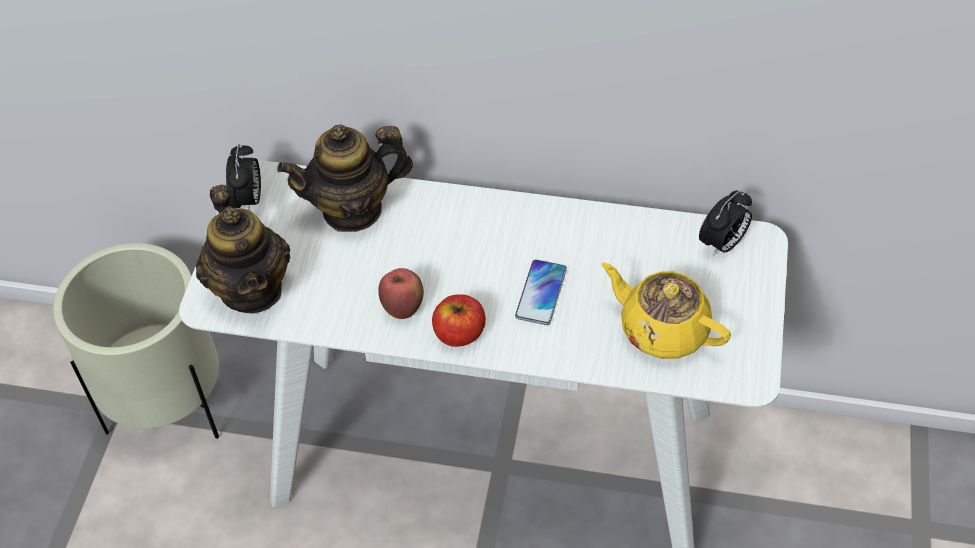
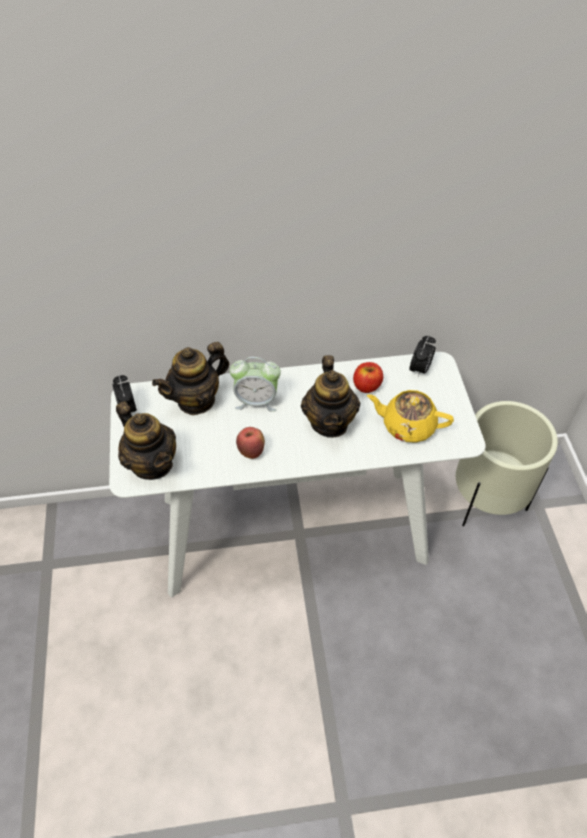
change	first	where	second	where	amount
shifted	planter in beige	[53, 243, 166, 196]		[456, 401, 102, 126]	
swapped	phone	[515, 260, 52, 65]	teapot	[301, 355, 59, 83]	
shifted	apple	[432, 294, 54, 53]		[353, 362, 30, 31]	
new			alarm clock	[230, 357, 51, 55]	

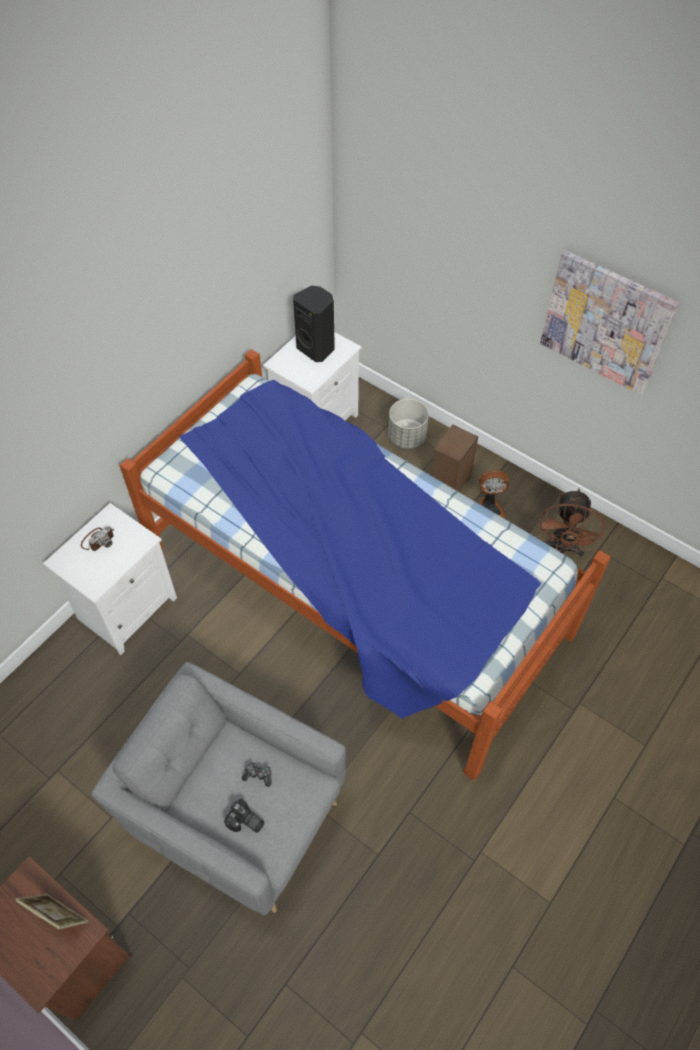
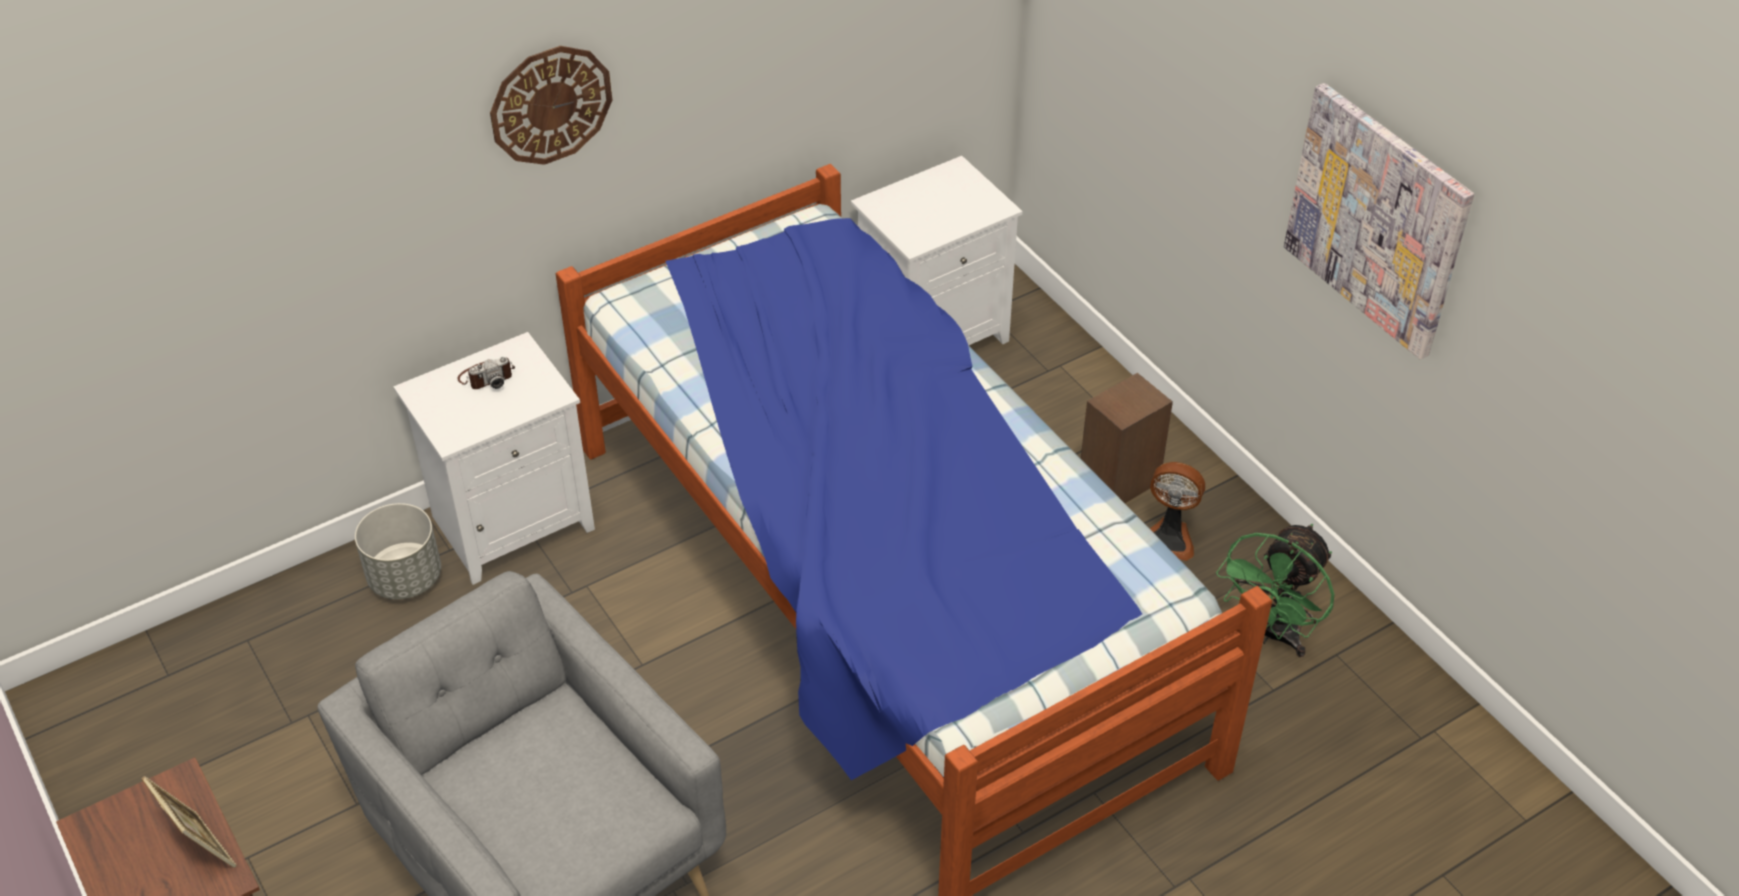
change	first	where	second	where	amount
gone	speaker in black	[293, 286, 42, 76]			
shifted	planter in grey	[388, 399, 41, 50]		[355, 503, 86, 96]	
repainted	fan in brown	[538, 489, 67, 68]	fan in green	[1216, 524, 119, 133]	
gone	game controller	[242, 762, 29, 25]			
gone	photo camera	[224, 799, 41, 34]			
new			wall clock	[490, 46, 122, 119]	

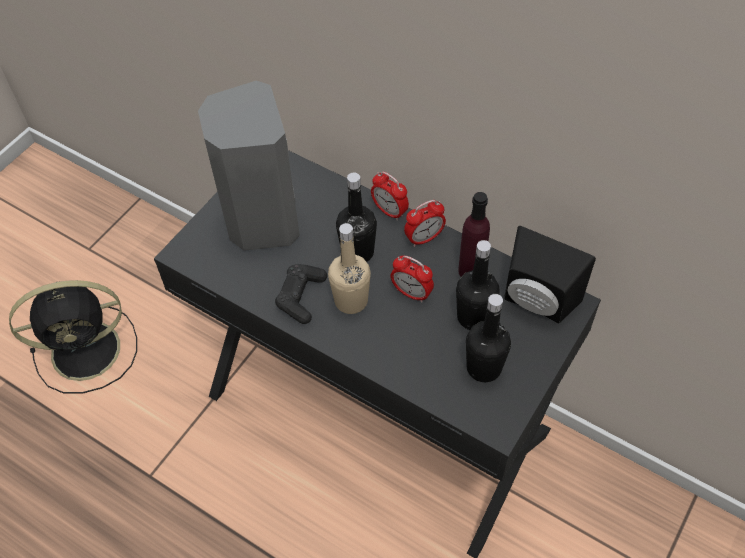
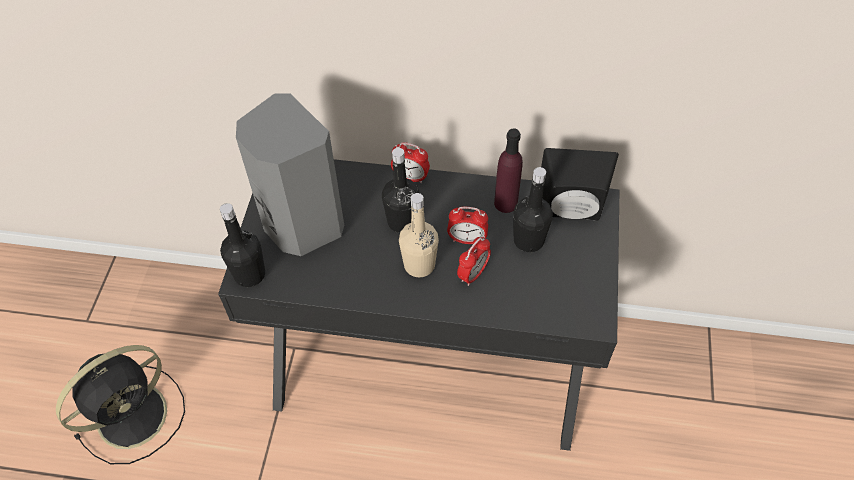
change	first	where	second	where	amount
shifted	alarm clock	[404, 200, 42, 47]		[457, 236, 34, 50]	
gone	game controller in black	[275, 264, 52, 60]			
shifted	bottle in black	[466, 294, 45, 88]		[220, 203, 45, 84]	

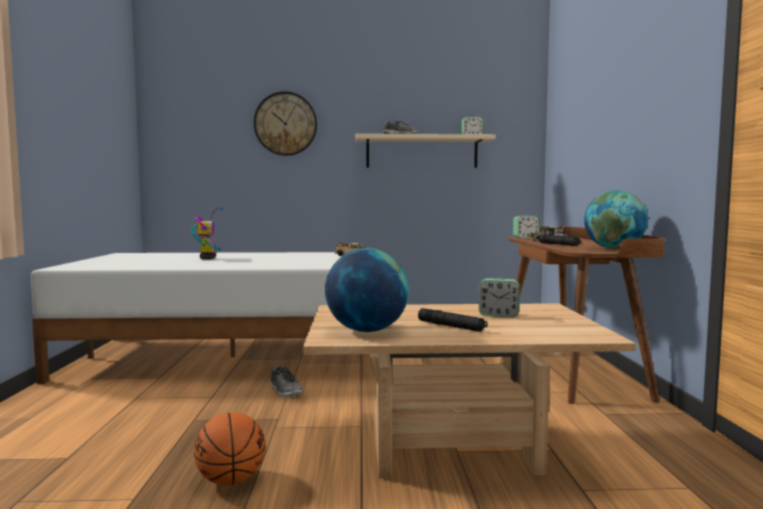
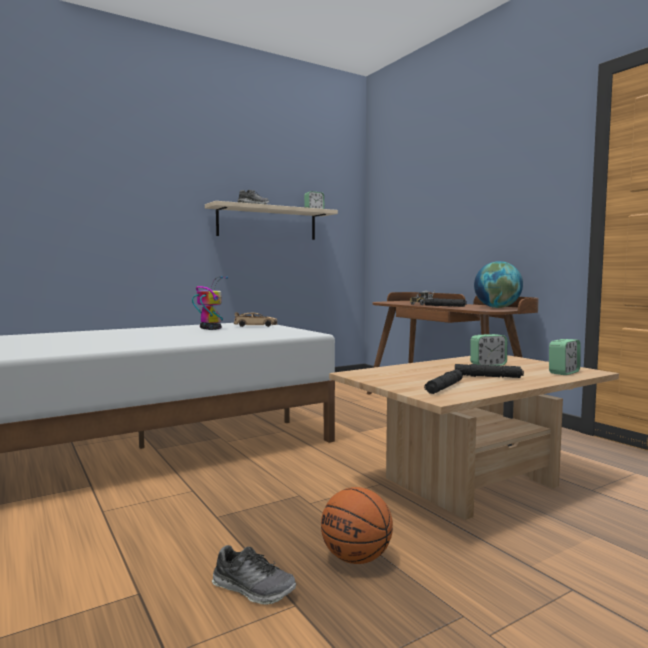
change	first	where	second	where	amount
gone	wall clock	[254, 91, 63, 65]			
shifted	toy robot	[191, 207, 33, 52]		[192, 276, 36, 54]	
shifted	alarm clock	[513, 215, 27, 23]		[549, 339, 32, 36]	
swapped	globe	[325, 248, 84, 84]	flashlight in black	[424, 369, 39, 25]	
shifted	shoe	[269, 366, 34, 32]		[212, 545, 85, 60]	

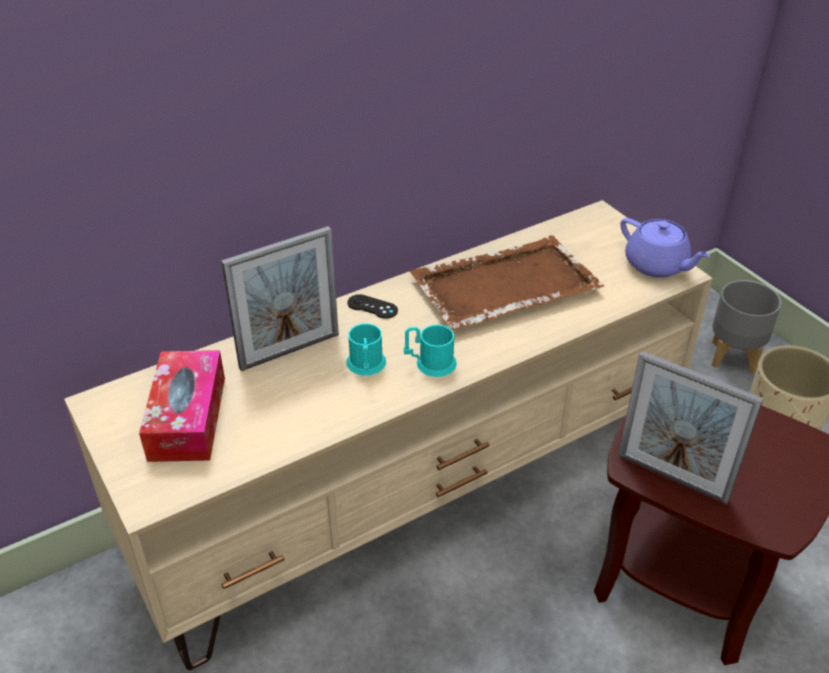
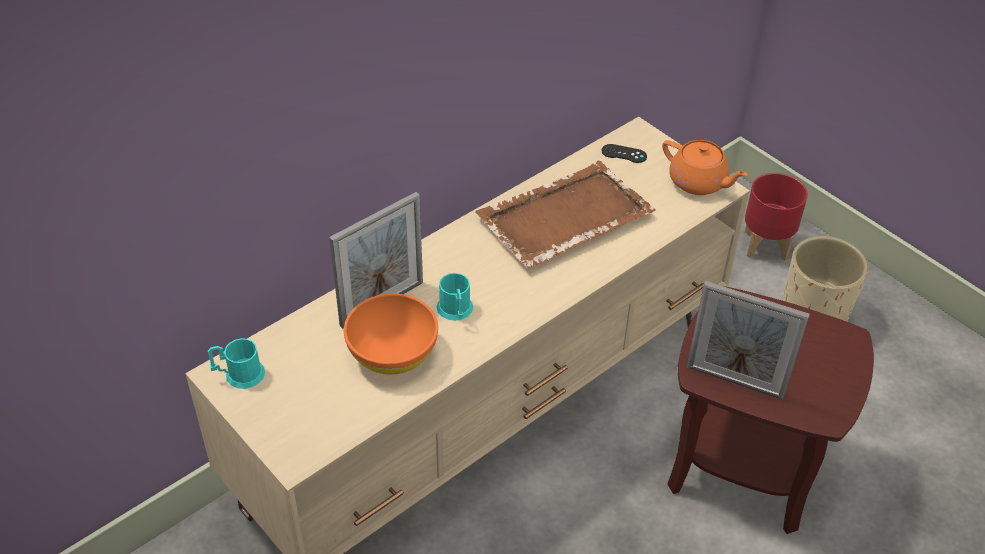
change	first	where	second	where	amount
repainted	teapot in purple	[620, 218, 90, 60]	teapot in orange	[662, 140, 86, 55]	
repainted	planter in grey	[712, 280, 69, 94]	planter in red	[745, 173, 63, 88]	
shifted	game controller in black	[347, 294, 51, 25]		[601, 144, 46, 19]	
shifted	mug in turquoise	[404, 325, 53, 52]		[208, 338, 57, 51]	
gone	tissue box	[139, 350, 86, 112]			
new			bowl in orange	[344, 293, 94, 81]	

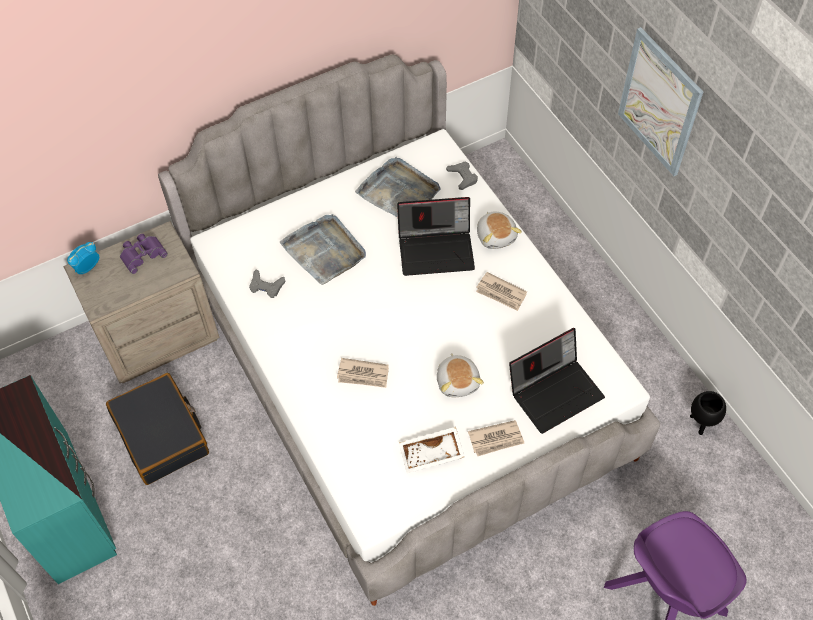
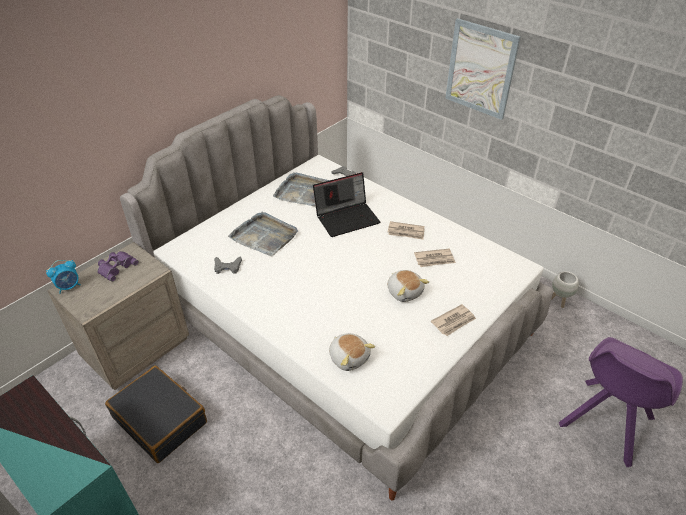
change	first	where	second	where	amount
shifted	plush toy	[477, 211, 45, 38]		[329, 333, 46, 38]	
rotated	alarm clock	[67, 242, 32, 32]		[46, 260, 34, 34]	150 degrees counterclockwise
gone	laptop	[509, 328, 96, 106]			
shifted	newspaper	[337, 358, 52, 30]		[414, 249, 42, 18]	
repainted	planter in black	[690, 391, 36, 44]	planter in white	[551, 271, 28, 37]	
gone	tray in white	[399, 427, 65, 46]			

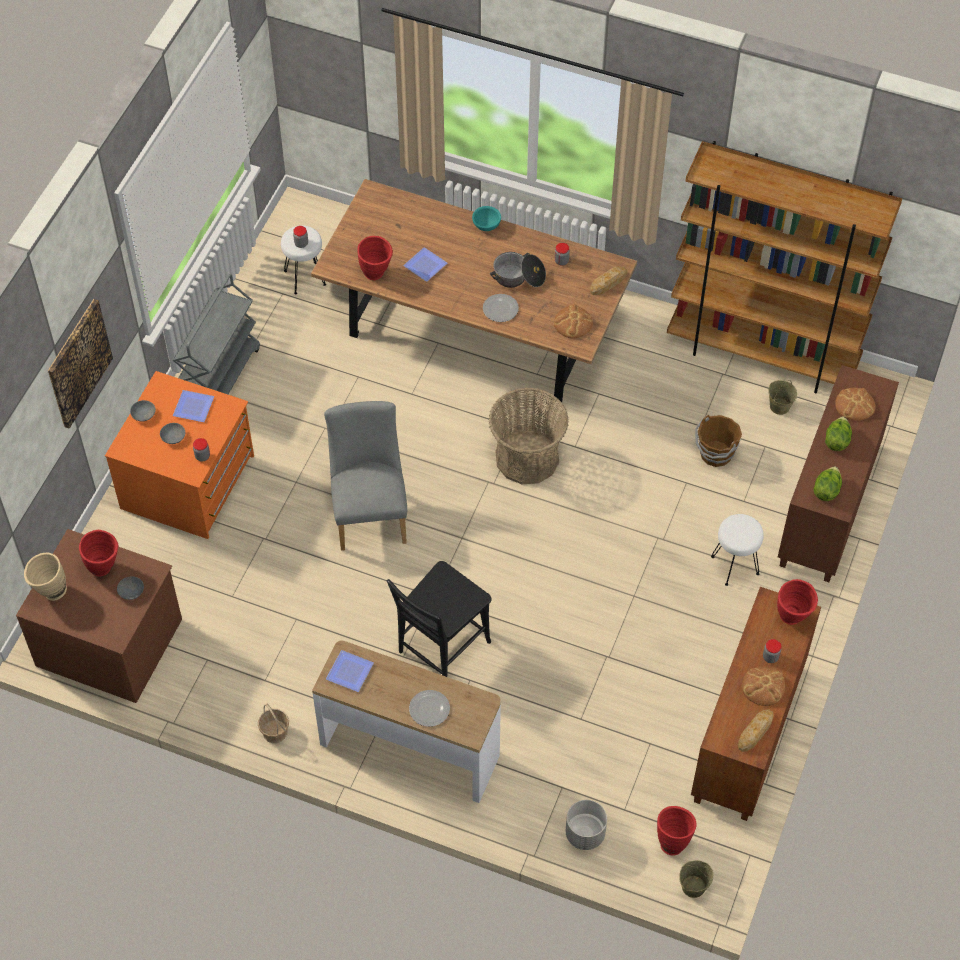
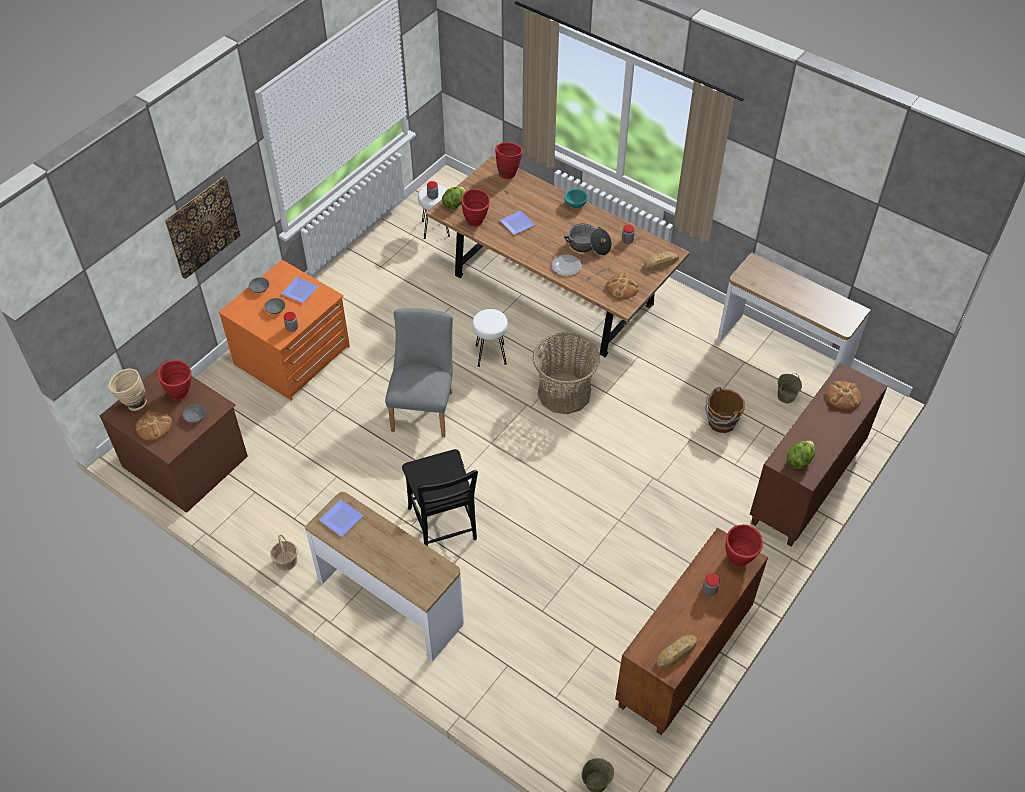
change	first	where	second	where	amount
swapped	bookcase in brown	[667, 141, 235, 252]	console table	[718, 252, 153, 120]	
gone	cart in grey	[173, 274, 87, 120]			
shifted	lettuce	[825, 416, 27, 35]		[442, 187, 23, 22]	
shifted	stool in white	[711, 514, 53, 72]		[472, 309, 36, 58]	
rotated	chair in black	[387, 561, 104, 116]		[402, 449, 76, 97]	75 degrees counterclockwise
shifted	bread	[742, 667, 43, 39]		[136, 411, 36, 30]	
gone	plate	[409, 690, 41, 37]			
gone	planter in grey	[566, 800, 41, 50]			
shifted	vase in red	[657, 806, 40, 50]		[495, 142, 28, 37]	

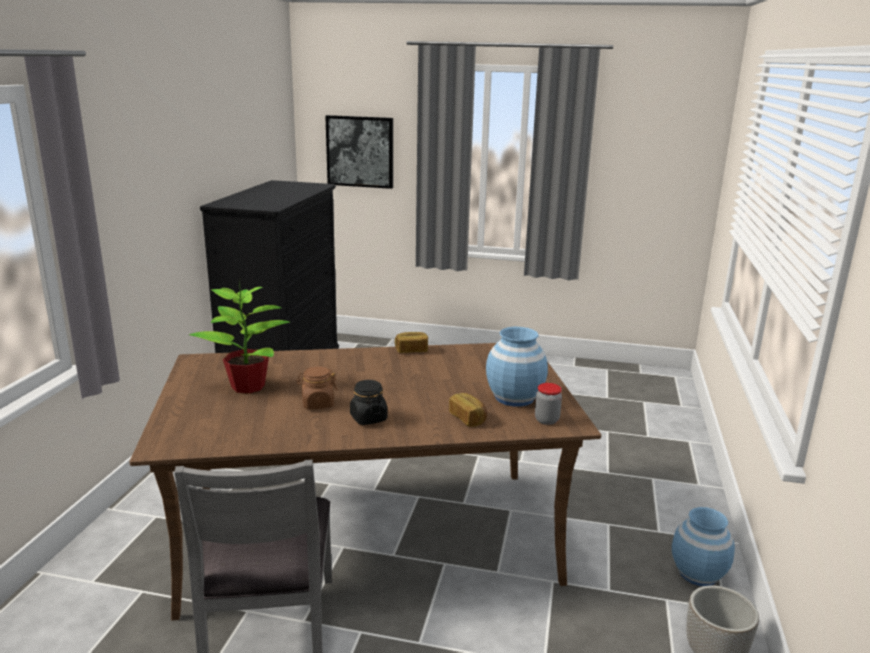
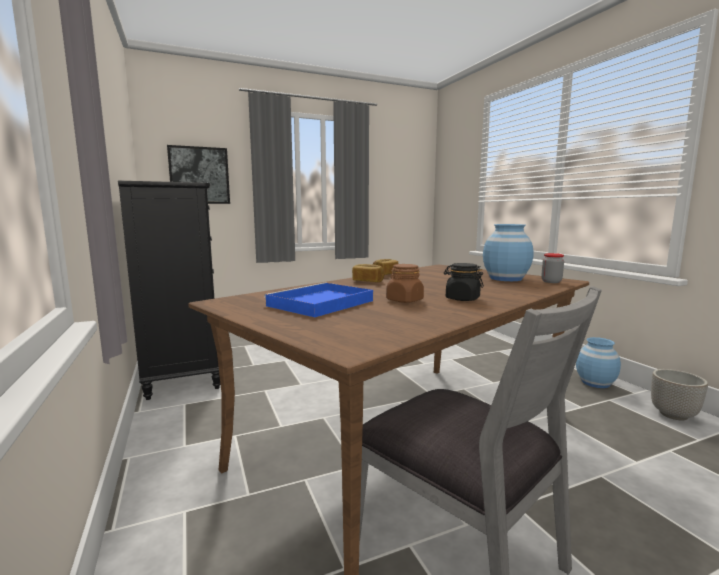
change	first	where	second	where	amount
swapped	potted plant	[189, 280, 101, 114]	tray in blue	[264, 282, 109, 35]	
shifted	bread	[449, 393, 38, 34]		[352, 264, 32, 18]	

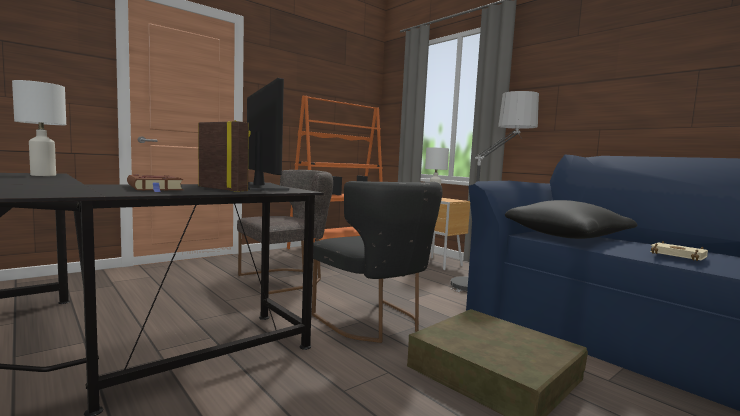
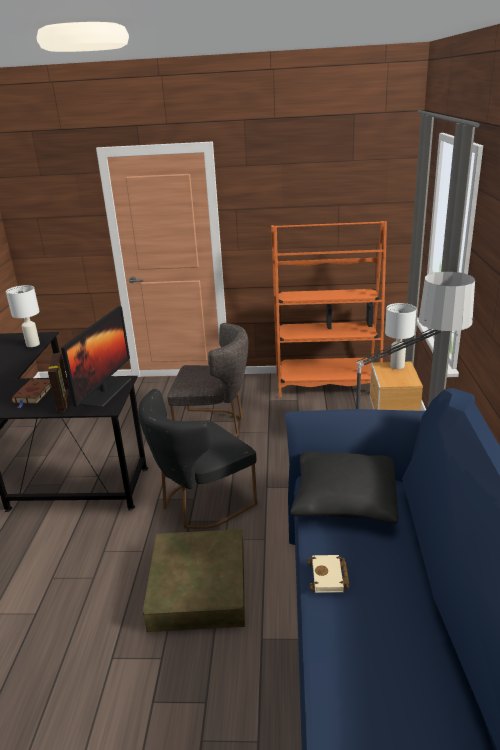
change	first	where	second	where	amount
rotated	chair in black	[312, 181, 131, 162]		[139, 389, 118, 140]	45 degrees clockwise

